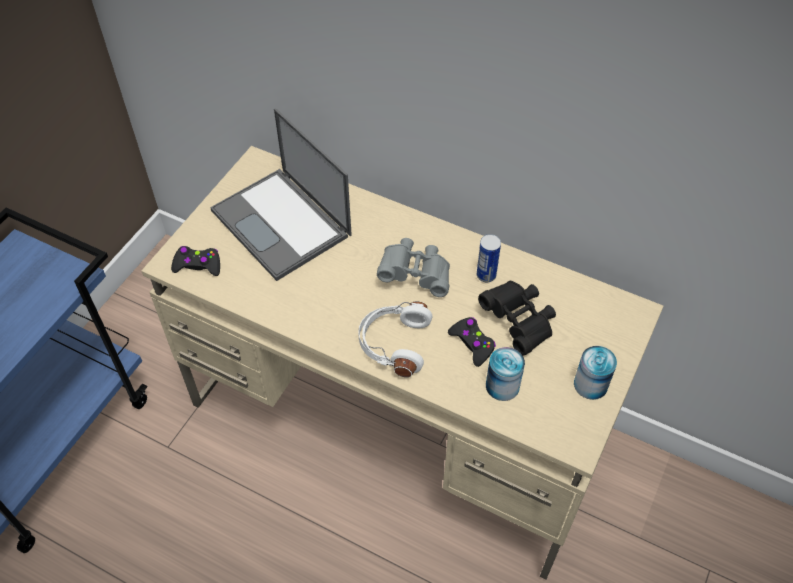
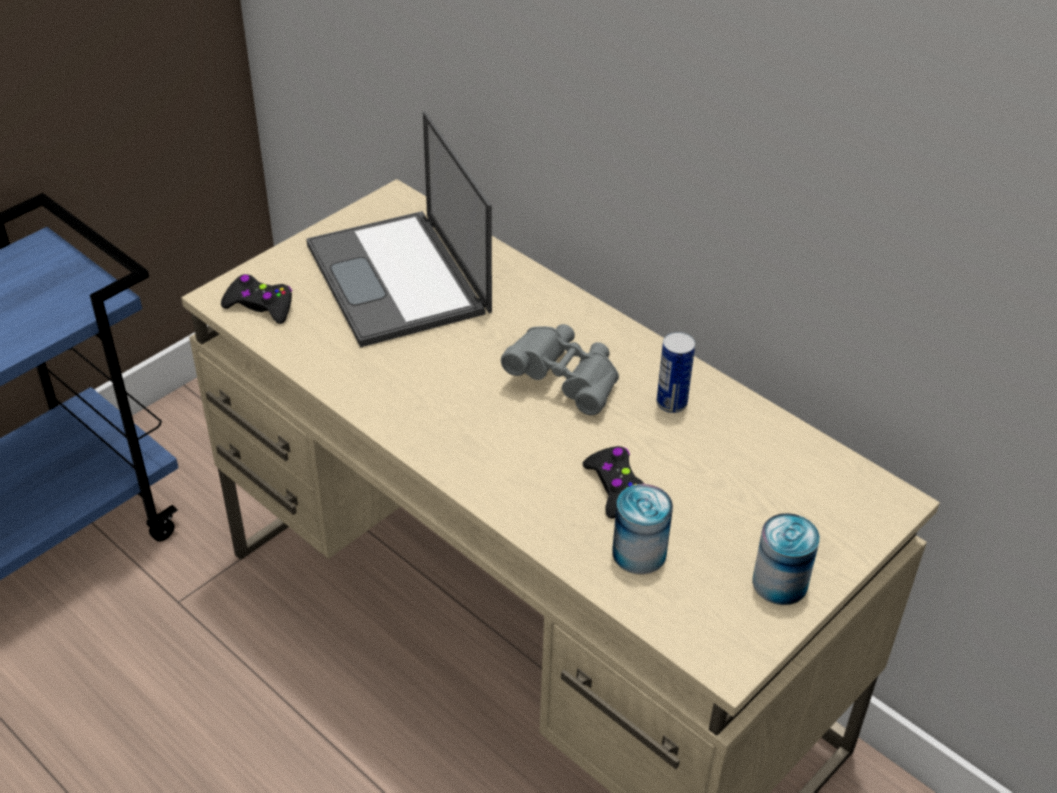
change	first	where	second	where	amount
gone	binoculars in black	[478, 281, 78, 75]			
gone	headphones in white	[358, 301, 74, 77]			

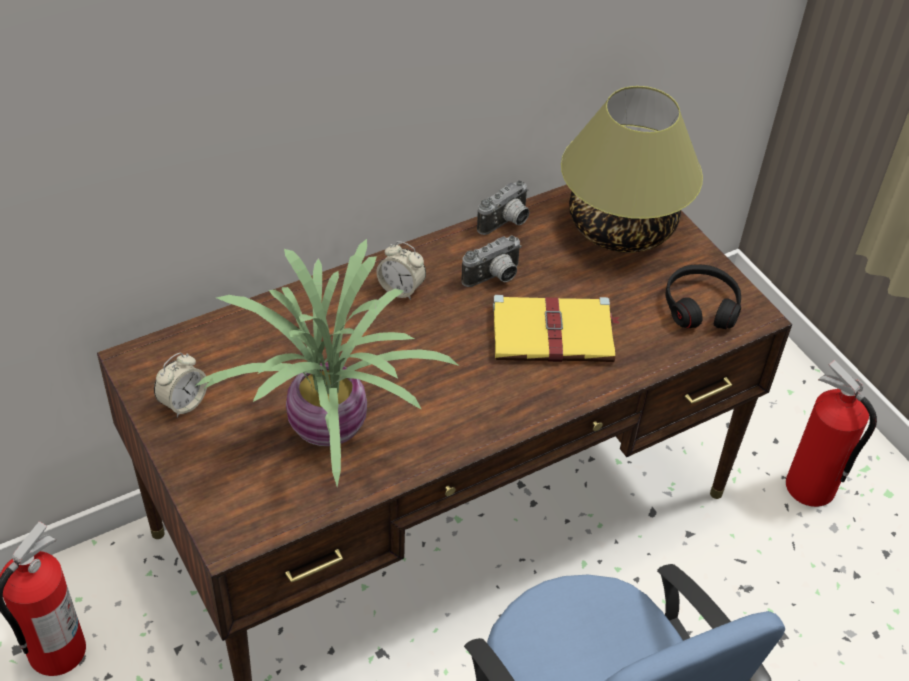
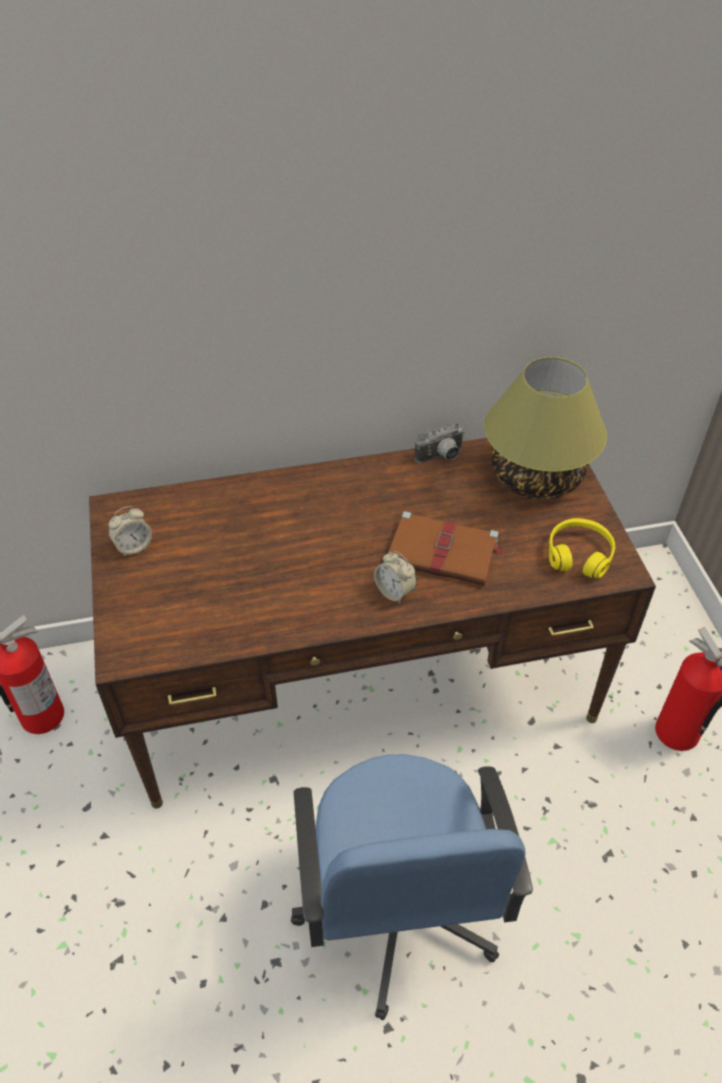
change	first	where	second	where	amount
gone	photo camera	[461, 235, 61, 52]			
gone	potted plant	[196, 239, 263, 248]			
shifted	alarm clock	[377, 241, 49, 59]		[374, 551, 43, 53]	
repainted	headphones in black	[665, 264, 76, 65]	headphones in yellow	[549, 518, 66, 60]	
repainted	book in yellow	[493, 295, 127, 67]	book in brown	[388, 511, 116, 75]	

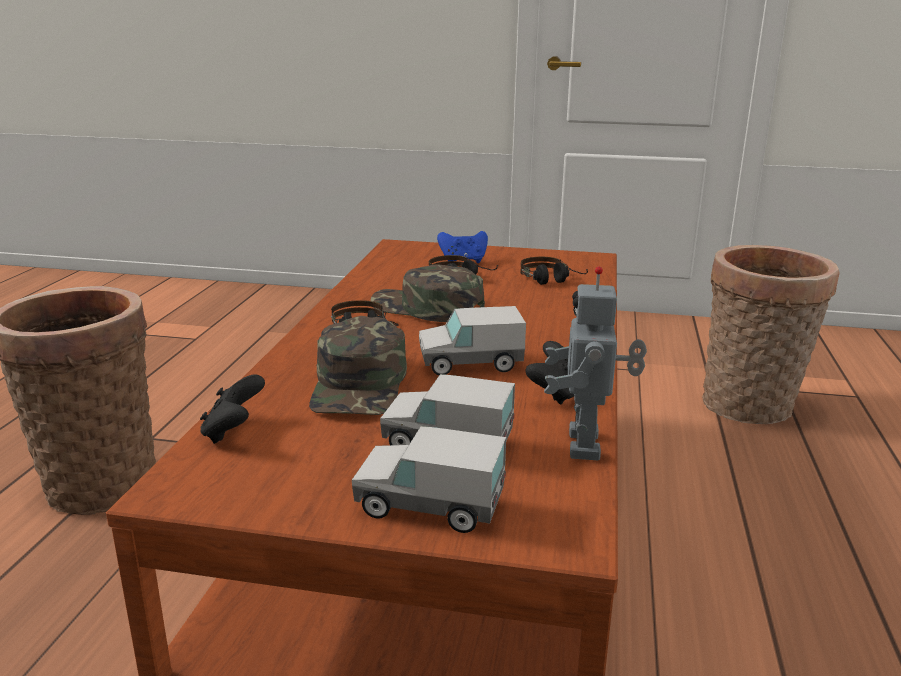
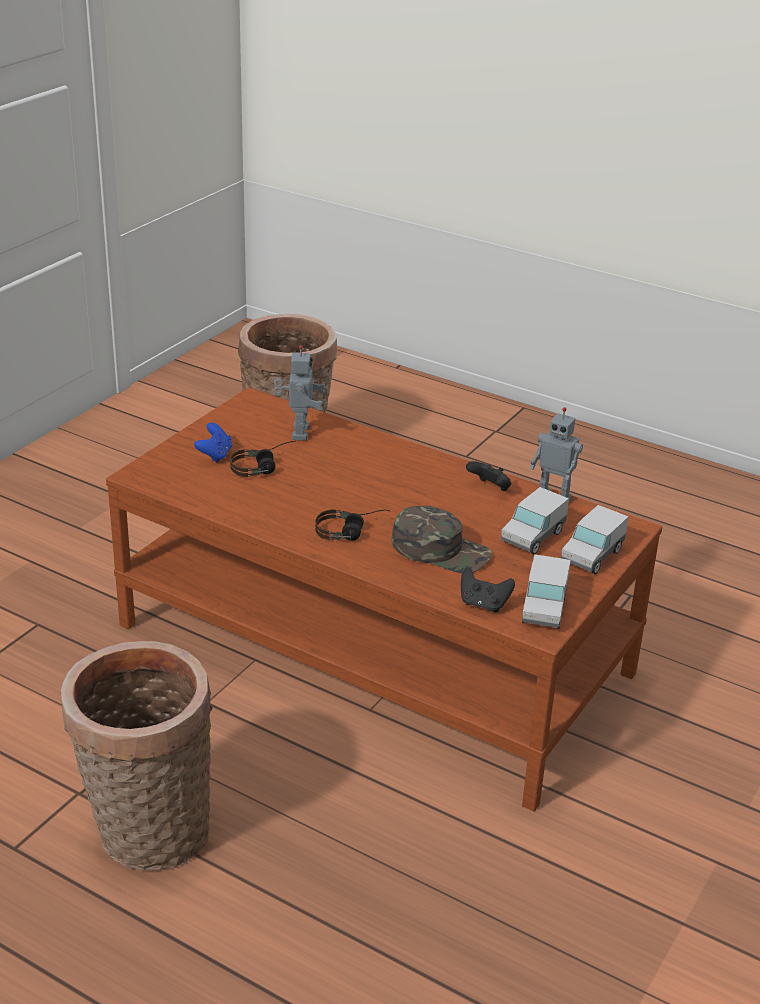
change	first	where	second	where	amount
swapped	headphones	[520, 257, 68, 28]	toy robot	[274, 345, 51, 96]	
gone	cap in green	[370, 265, 115, 57]			
shifted	toy truck	[419, 306, 107, 69]		[522, 554, 49, 75]	

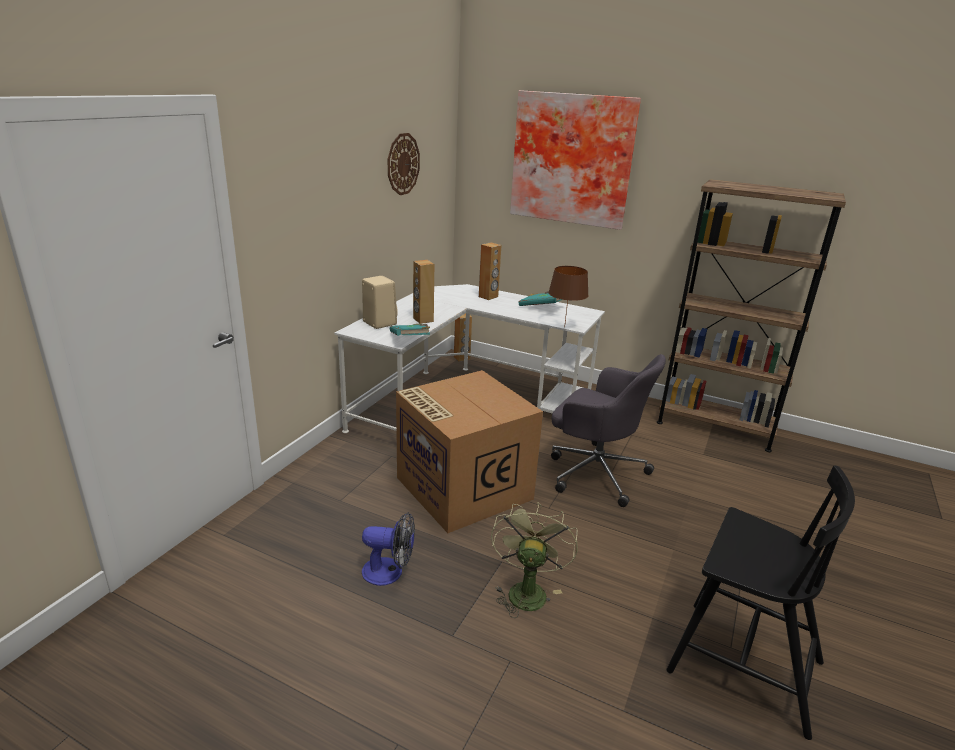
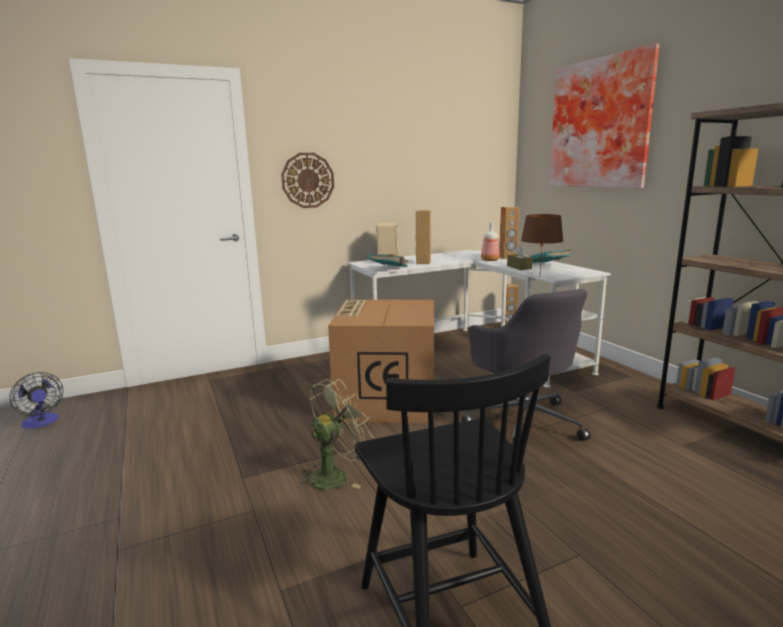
change	first	where	second	where	amount
shifted	wall clock	[388, 133, 32, 62]		[281, 153, 53, 55]	
shifted	fan	[362, 512, 53, 74]		[9, 372, 55, 57]	
new			bottle	[481, 222, 19, 39]	
new			tissue box in brown	[507, 246, 26, 24]	

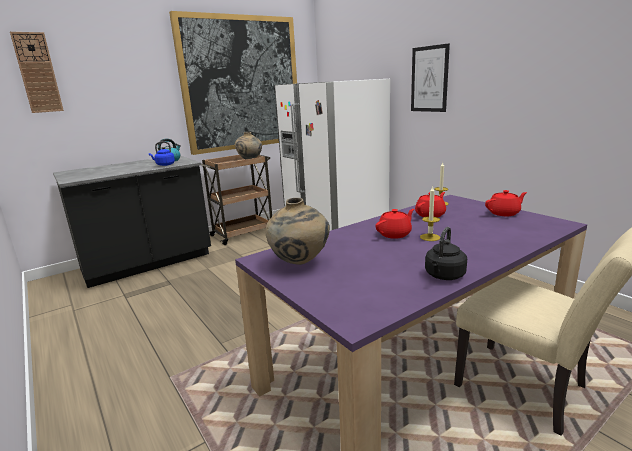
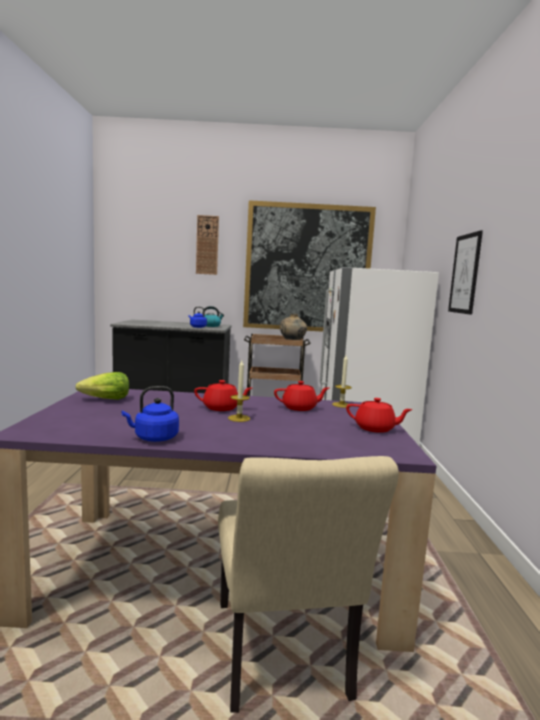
change	first	where	second	where	amount
shifted	wall clock	[10, 32, 54, 81]		[196, 215, 23, 60]	
swapped	vase in beige	[265, 198, 65, 67]	lettuce	[75, 372, 54, 28]	
repainted	kettle in black	[425, 227, 42, 53]	kettle in blue	[122, 386, 57, 56]	

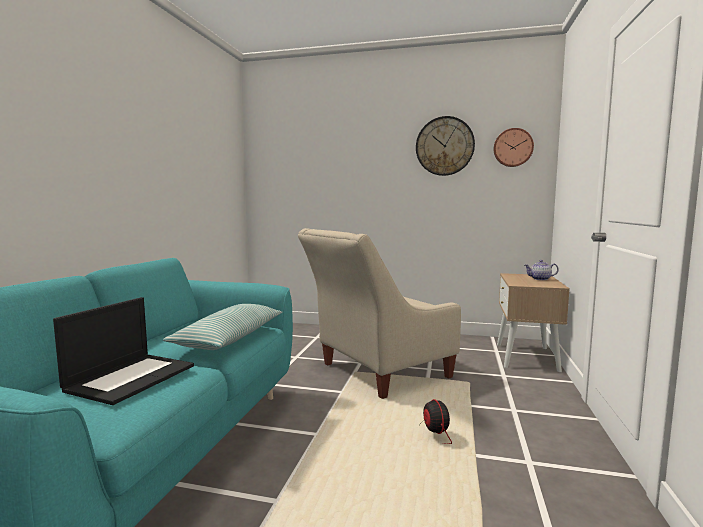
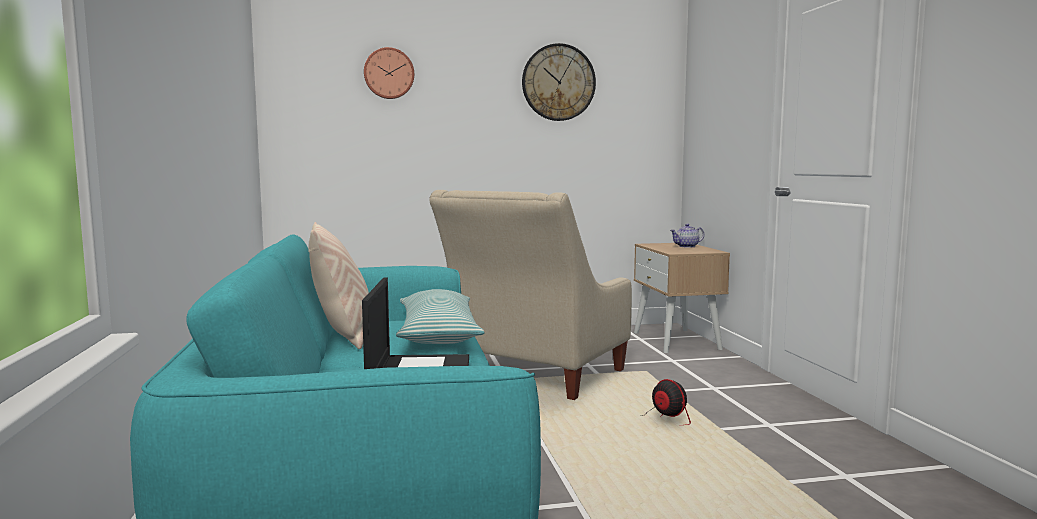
change	first	where	second	where	amount
shifted	wall clock	[493, 128, 41, 39]		[364, 47, 50, 52]	
new			pillow in beige	[308, 222, 61, 127]	

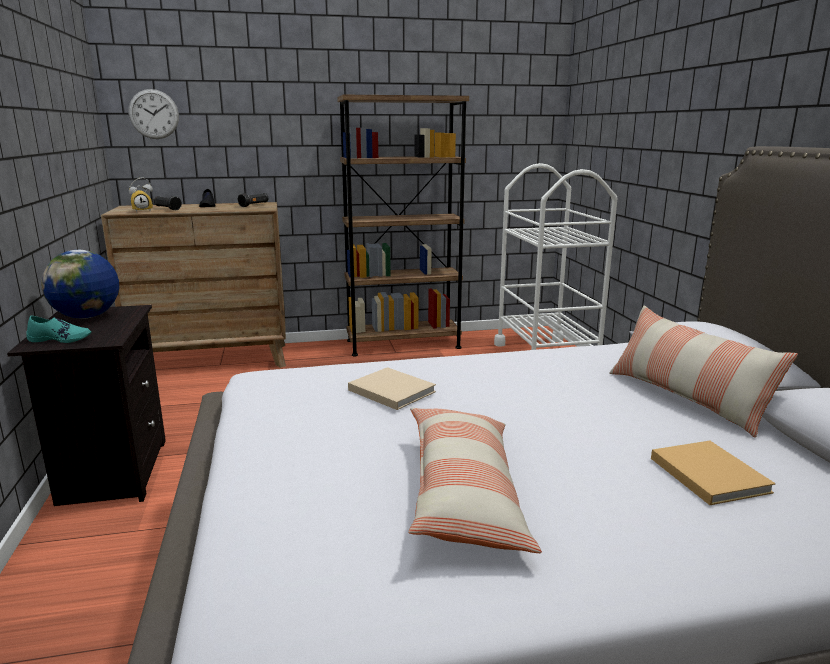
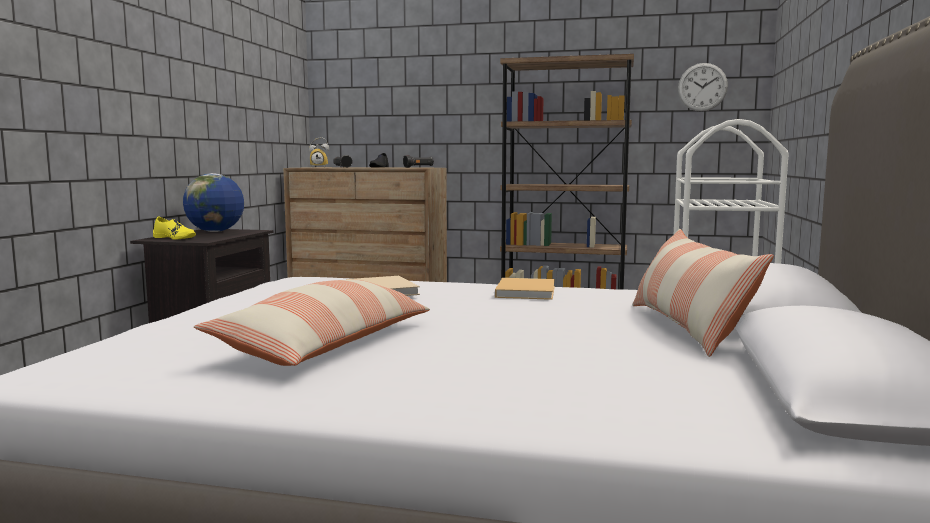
change	first	where	second	where	amount
shifted	wall clock	[129, 89, 50, 50]		[678, 63, 50, 49]	
repainted	shoe in turquoise	[26, 315, 66, 28]	shoe in yellow	[153, 217, 43, 23]	
shifted	book in beige	[651, 441, 125, 64]		[495, 278, 60, 22]	

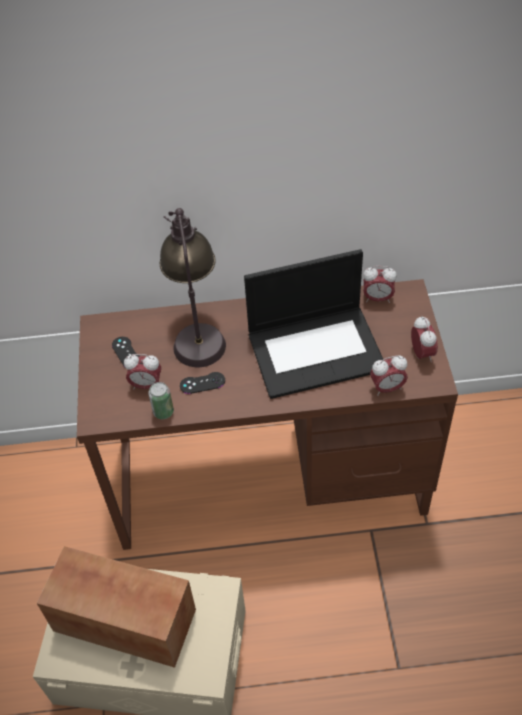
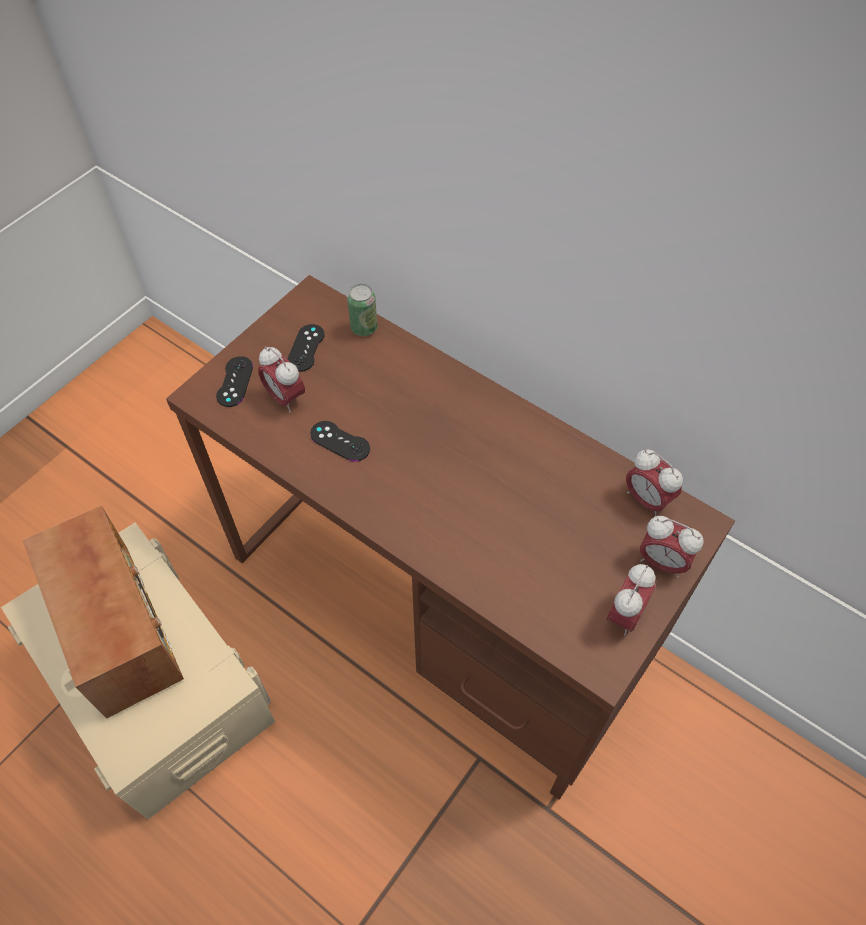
change	first	where	second	where	amount
gone	table lamp	[160, 208, 66, 159]			
gone	laptop	[244, 249, 139, 150]			
shifted	alarm clock	[370, 355, 38, 41]		[640, 516, 64, 62]	
shifted	can	[148, 382, 26, 37]		[347, 284, 30, 52]	
new			game controller in black	[216, 356, 37, 51]	

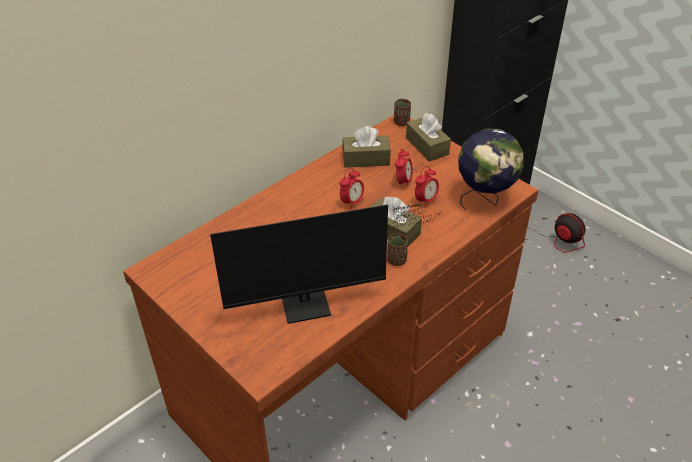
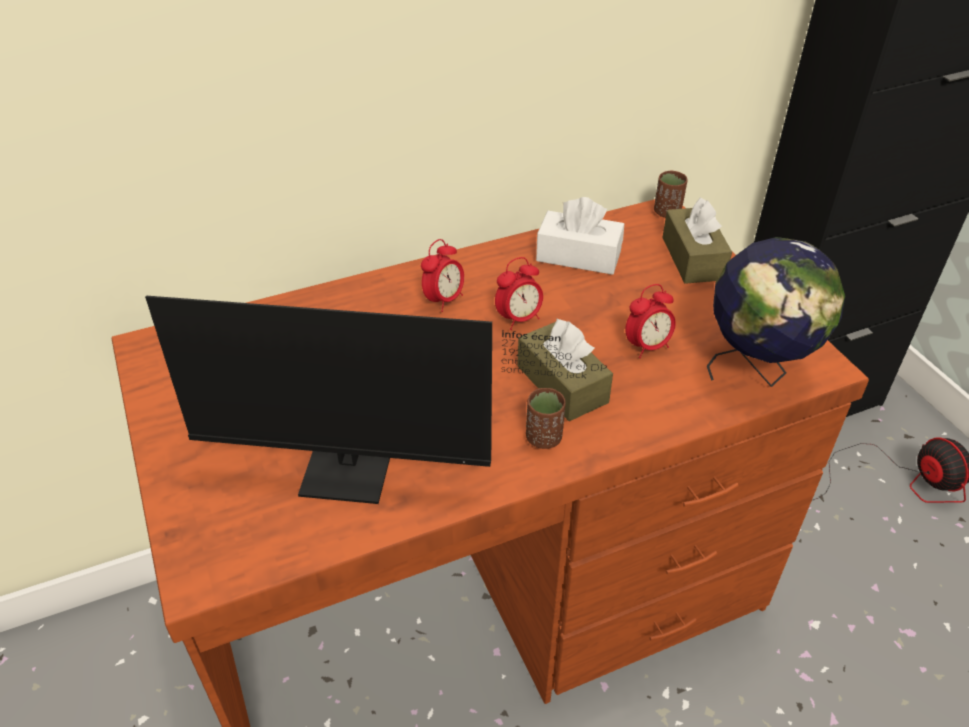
change	first	where	second	where	amount
repainted	tissue box in brown	[342, 126, 49, 42]	tissue box in white	[536, 197, 88, 78]	
shifted	alarm clock	[395, 149, 18, 40]		[421, 239, 43, 73]	

